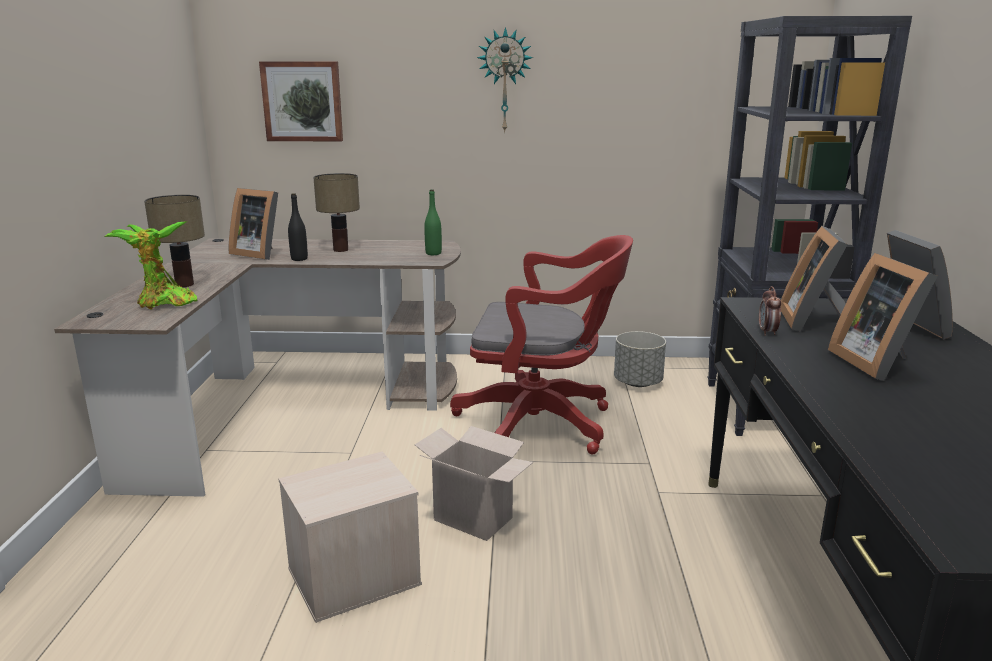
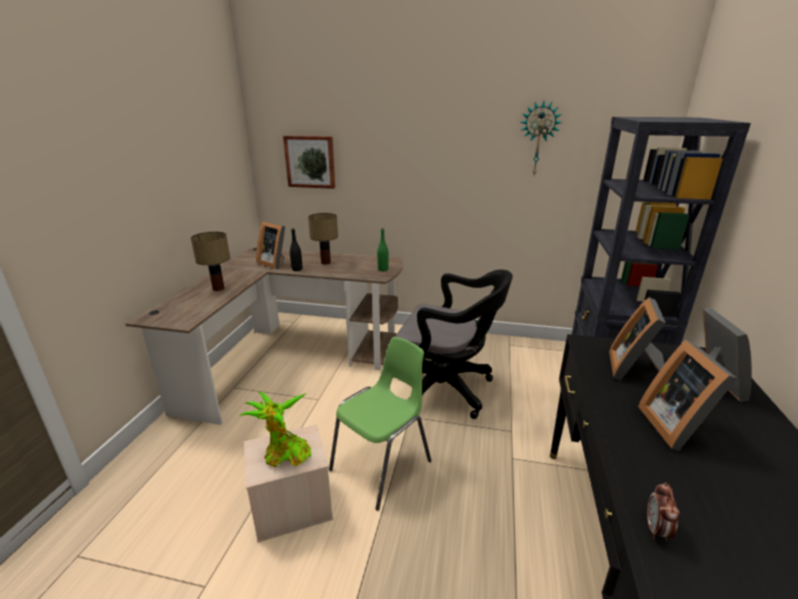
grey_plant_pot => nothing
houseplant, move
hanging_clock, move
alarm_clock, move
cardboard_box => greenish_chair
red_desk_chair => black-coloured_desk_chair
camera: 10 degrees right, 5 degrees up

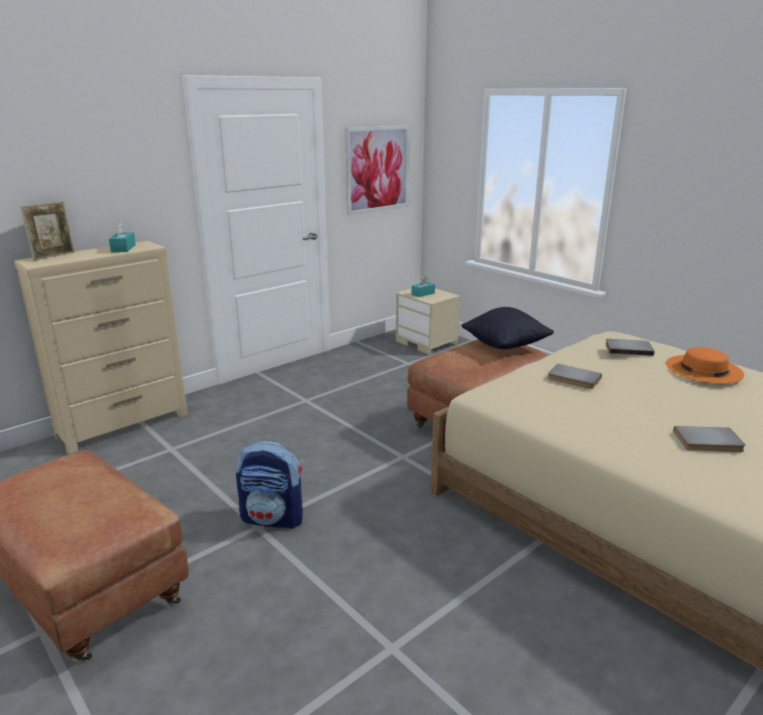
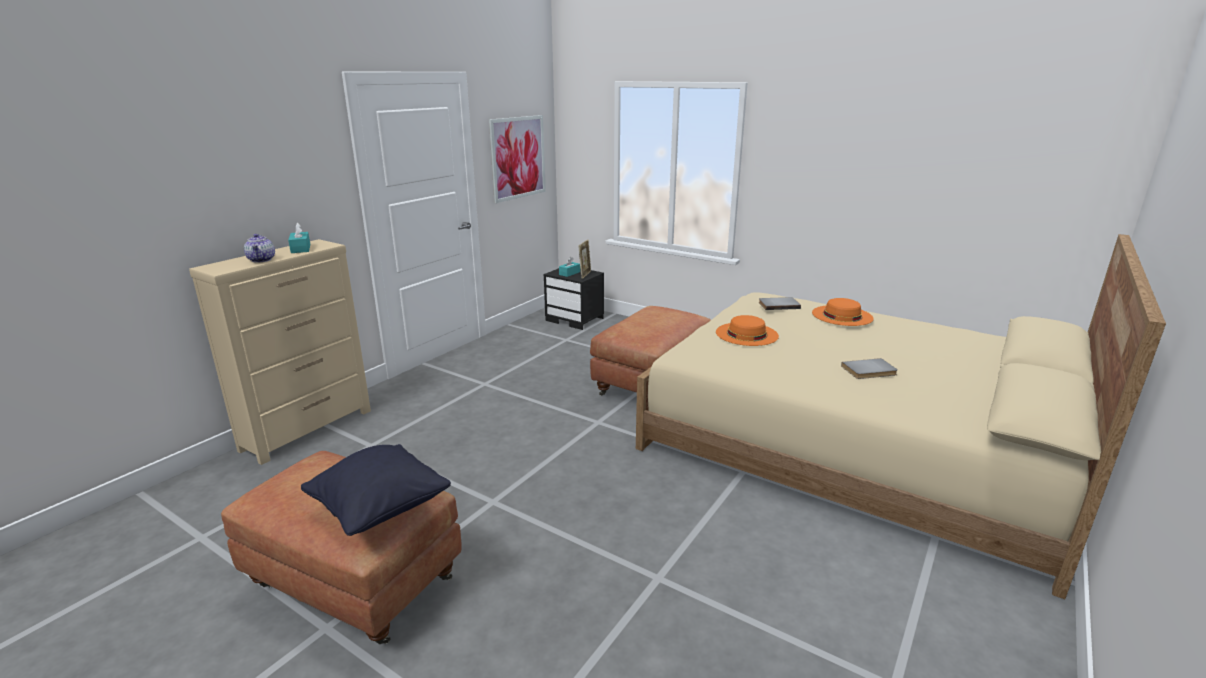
rucksack => nothing
nothing => pot_for_tea
photo_frame, move
black-coloured_throw_pillow, move
grey_bound_book (1st from left) => orangey_clothing_hat (1st from left)
sand-coloured_night_table => black-coloured_night_table
camera: 15 degrees left, 0 degrees up

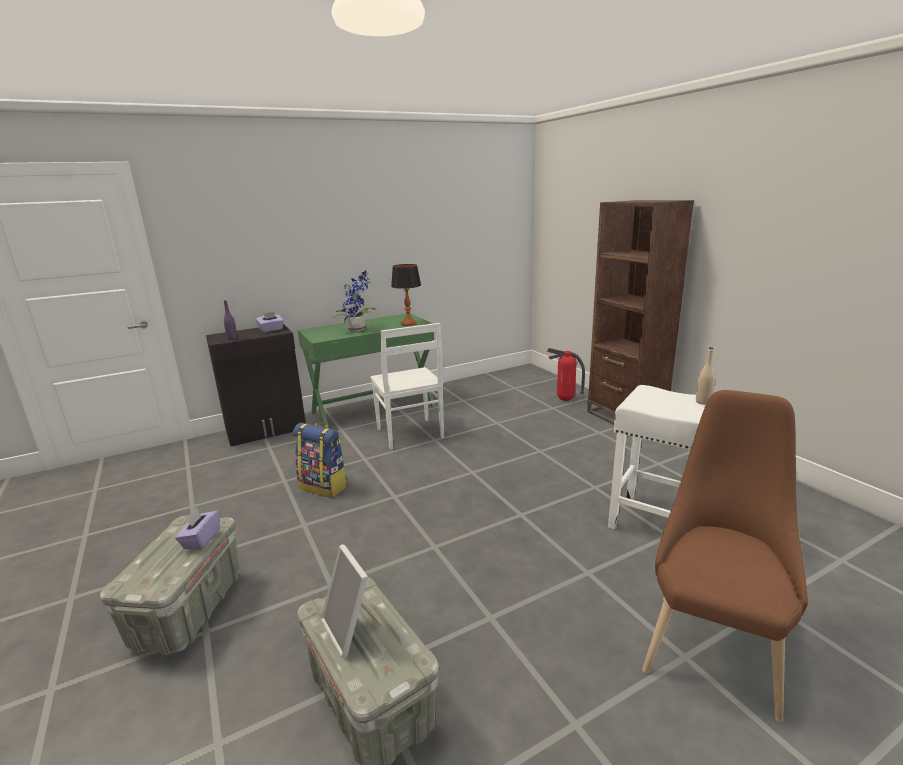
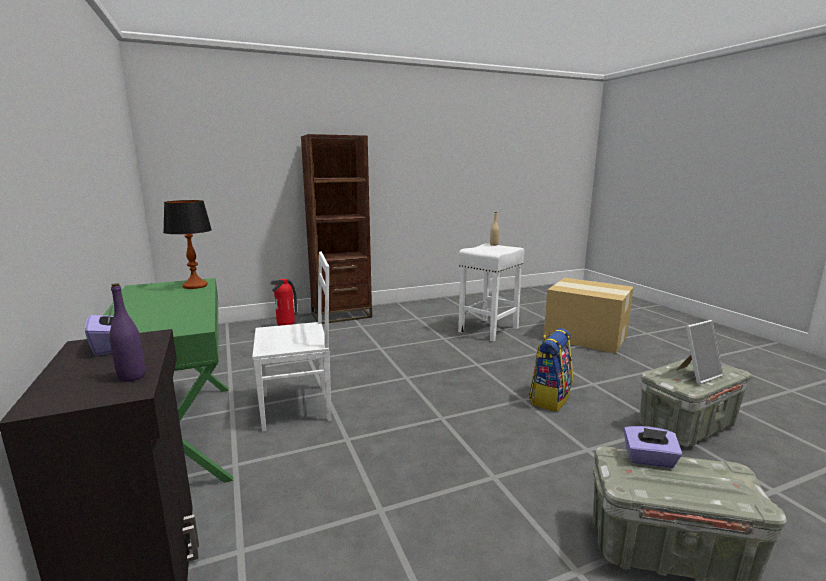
houseplant => nothing
rucksack, move
brown_chair => cardboard_box
camera: 85 degrees left, 5 degrees down

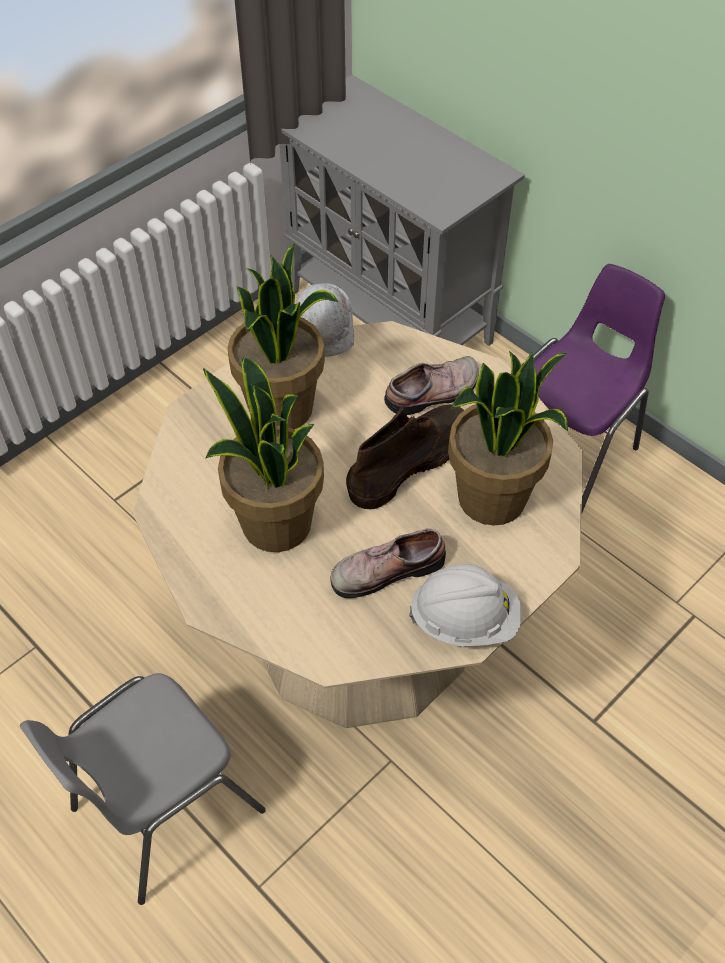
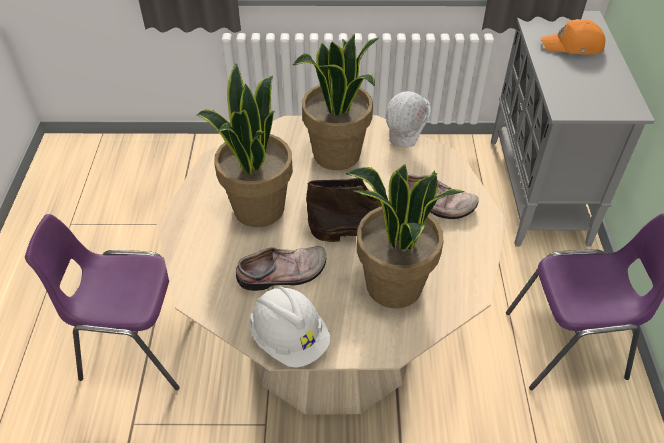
nothing => orangey_peaked_cap
grey_chair => purple-coloured_chair (1st from left)
shoe (1st from left), 135 degrees clockwise
camera: 45 degrees right, 5 degrees down

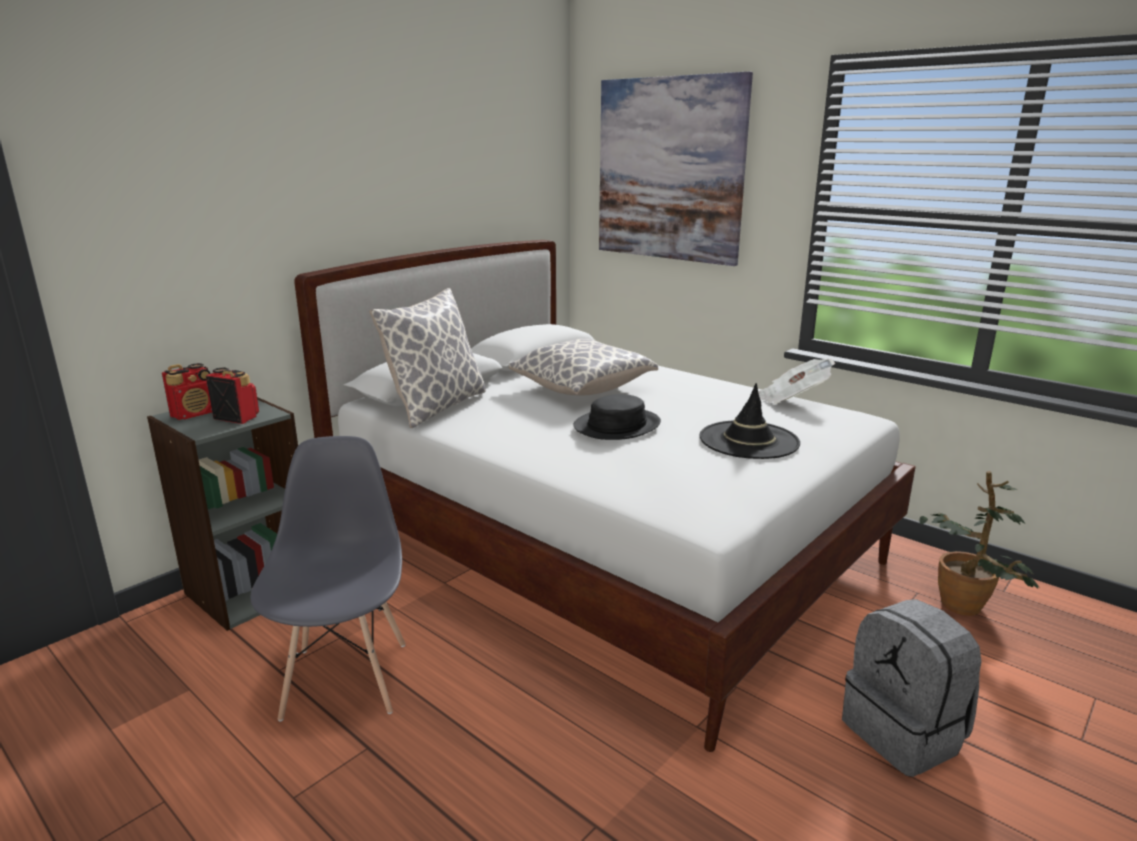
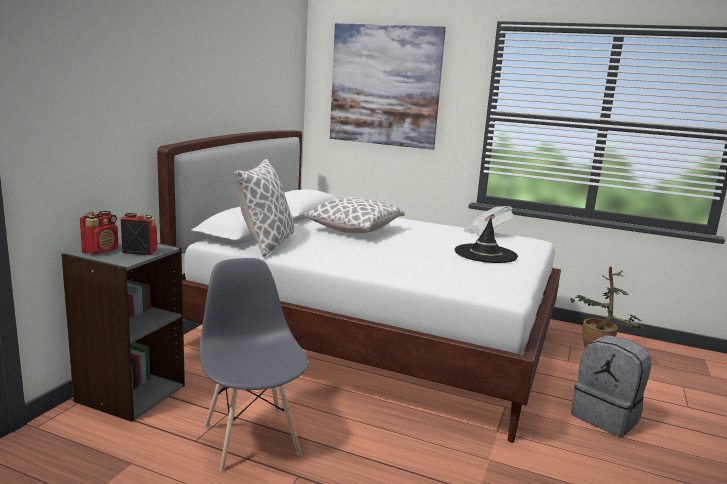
black-coloured_clothing_hat (1st from left) => nothing
camera: 20 degrees left, 5 degrees down

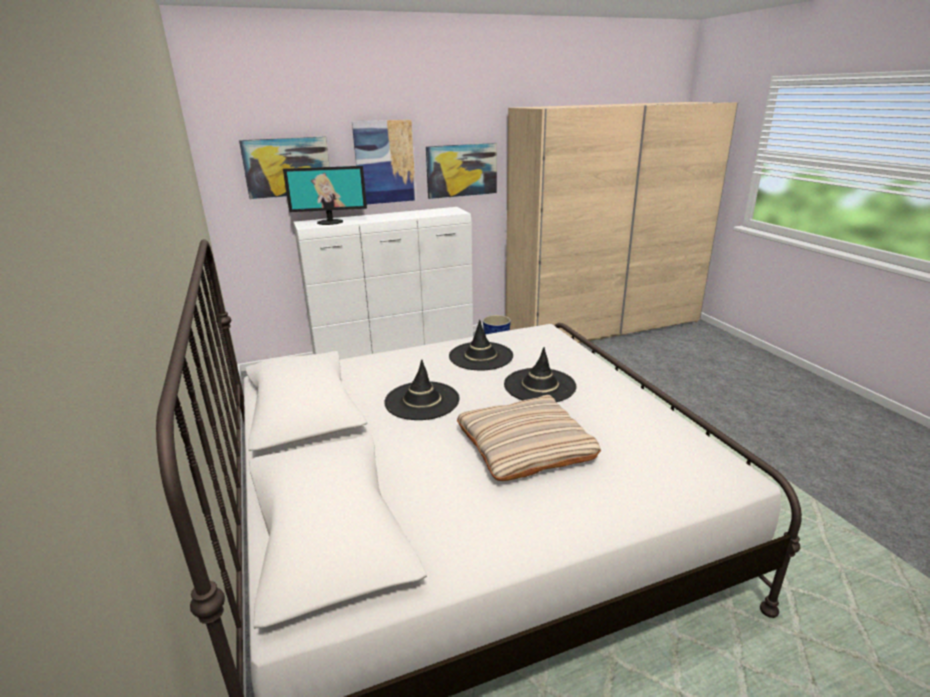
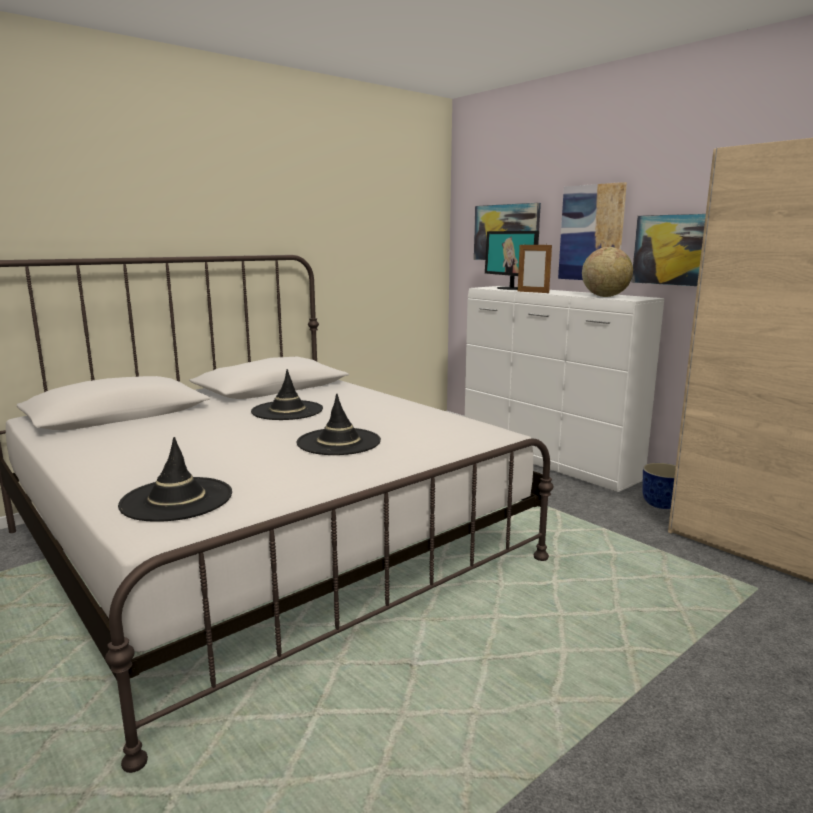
sand-coloured_throw_pillow => nothing
nothing => photo_frame
nothing => desk_globe
black-coloured_clothing_hat (2nd from left in the first image) => black-coloured_clothing_hat (1st from left), move
camera: 70 degrees right, 10 degrees down

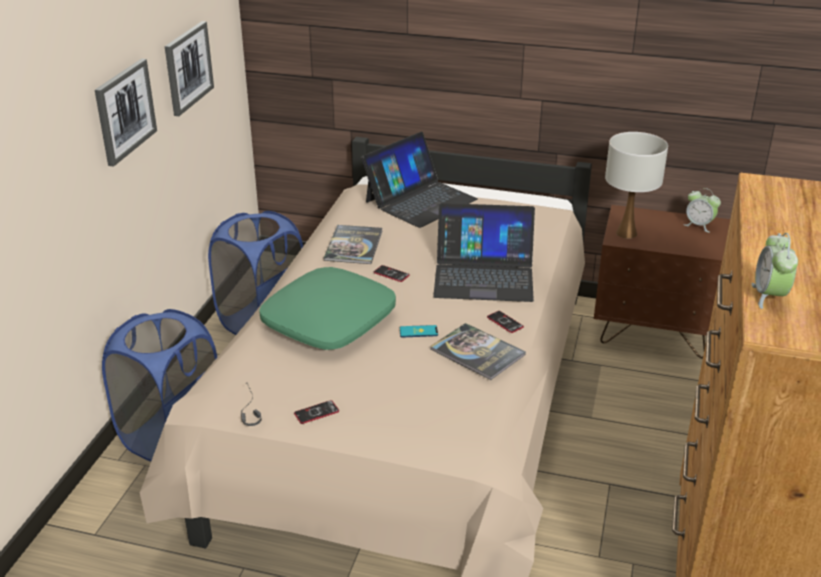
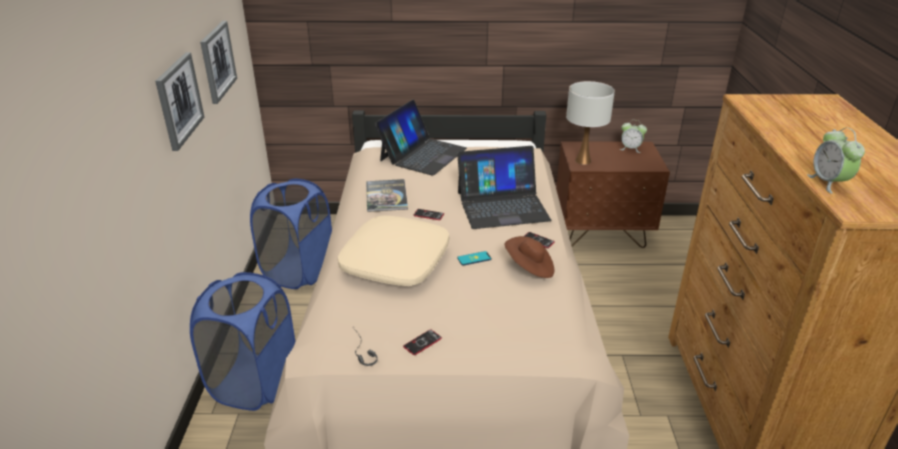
bound_book (2nd from left) => brown_clothing_hat
greenish_throw_pillow => sand-coloured_throw_pillow
camera: 15 degrees left, 0 degrees up

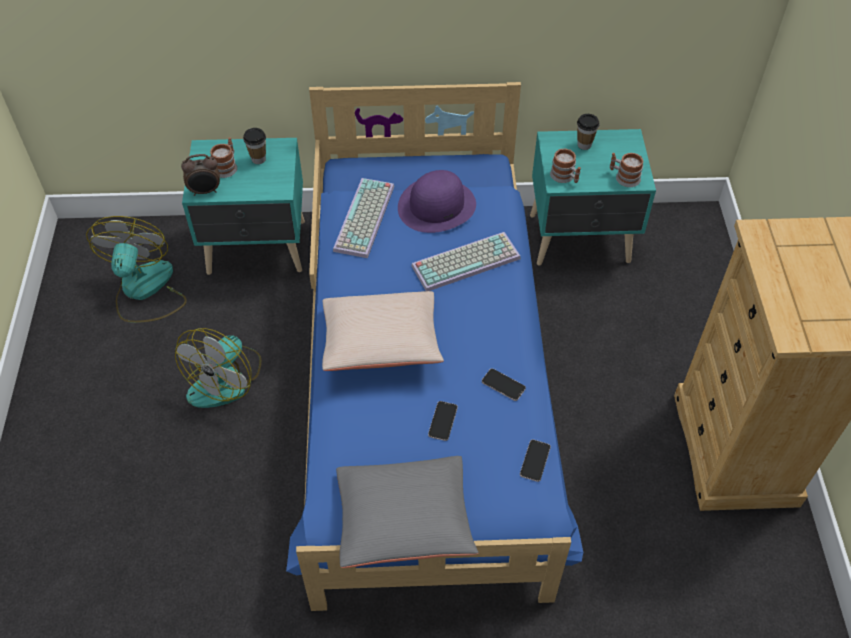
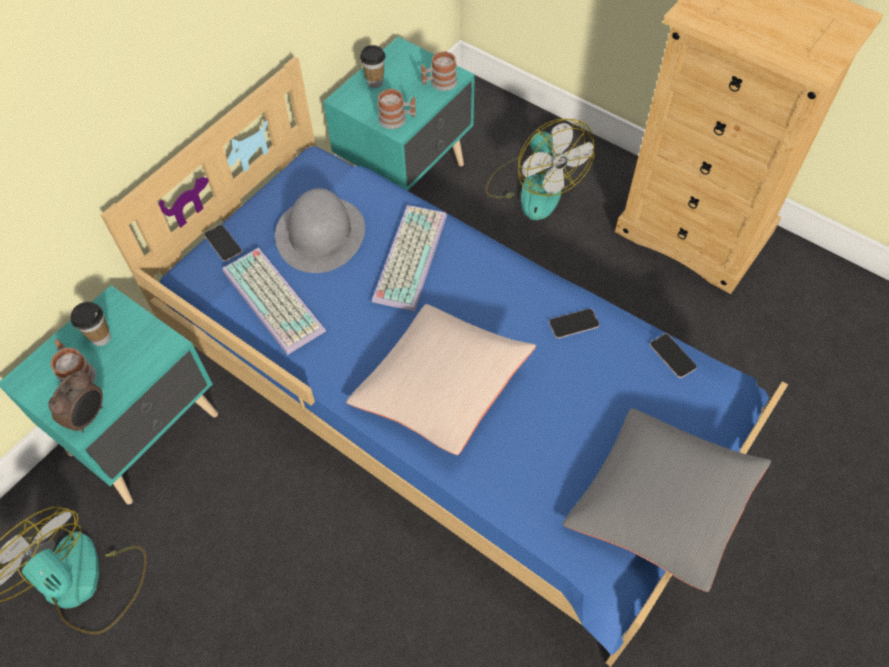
electric_fan (2nd from left), move
telephone (1st from left), move
purple-coloured_clothing_hat => grey_clothing_hat
camera: 50 degrees left, 5 degrees up

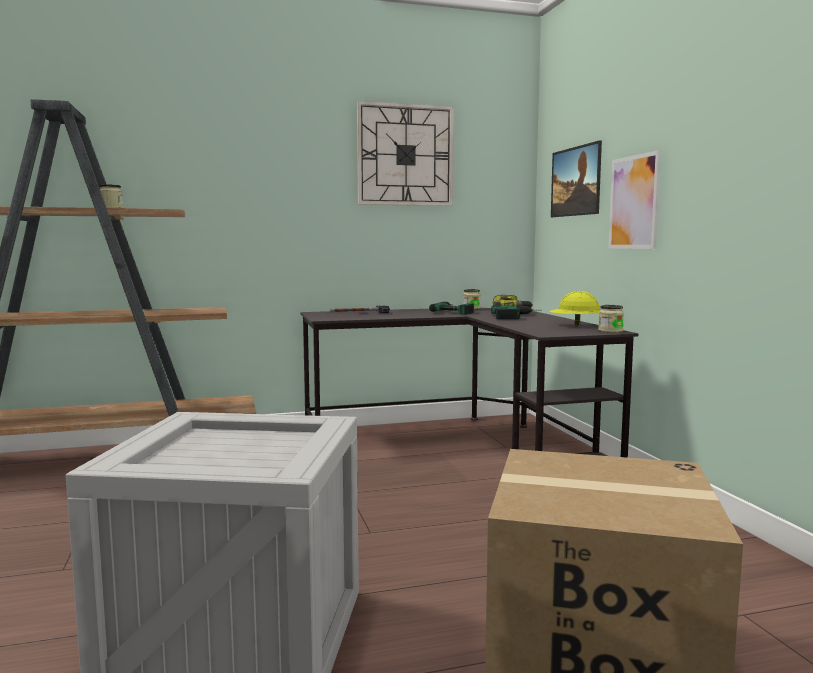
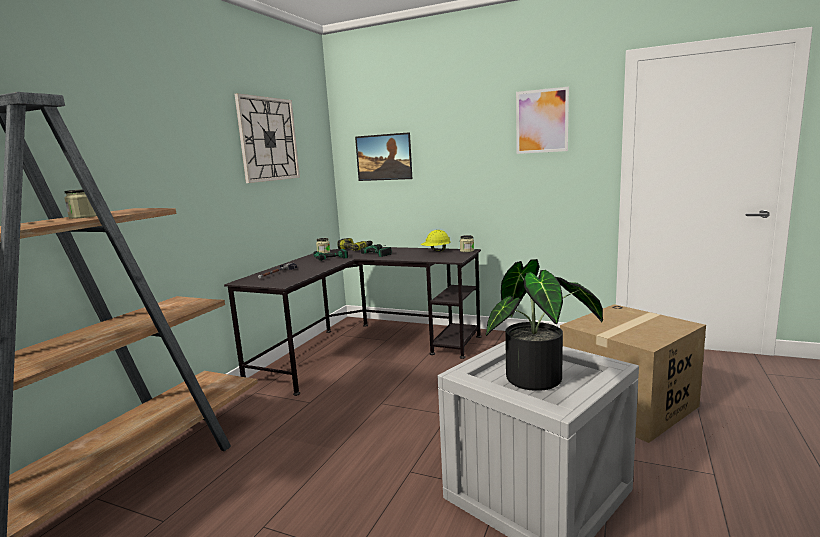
nothing => houseplant
picture (2nd from left), move
camera: 50 degrees left, 5 degrees up

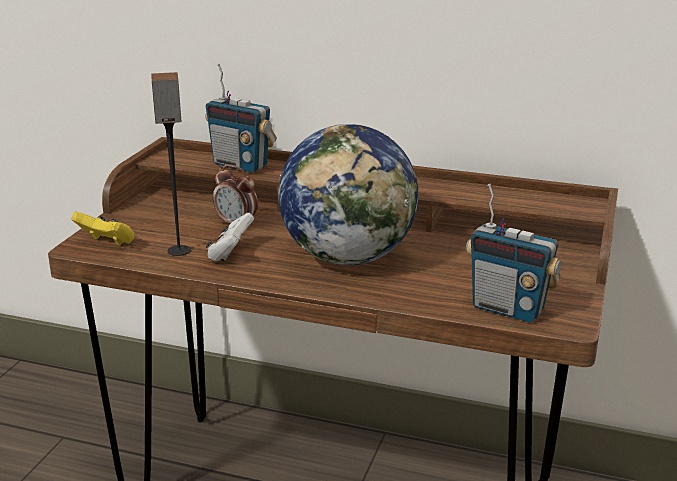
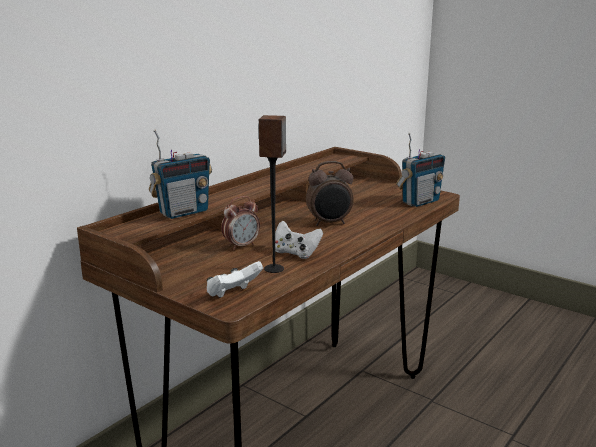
desk_globe => alarm_clock (2nd from left)
yellow_joypad => white-coloured_joypad (1st from left)
camera: 70 degrees left, 5 degrees down

